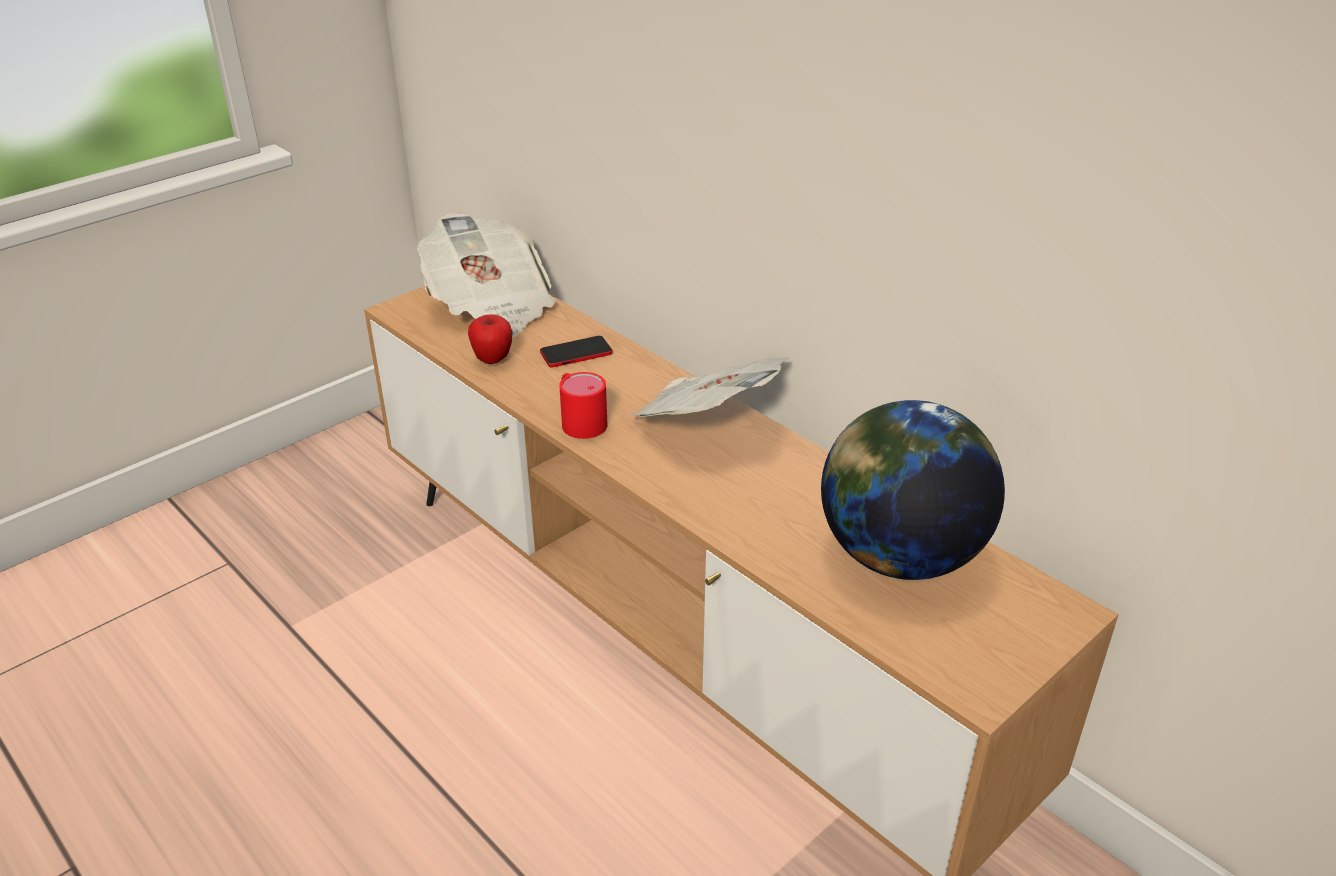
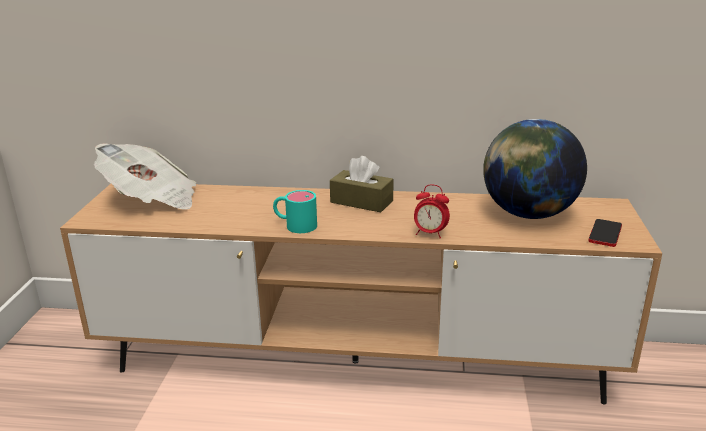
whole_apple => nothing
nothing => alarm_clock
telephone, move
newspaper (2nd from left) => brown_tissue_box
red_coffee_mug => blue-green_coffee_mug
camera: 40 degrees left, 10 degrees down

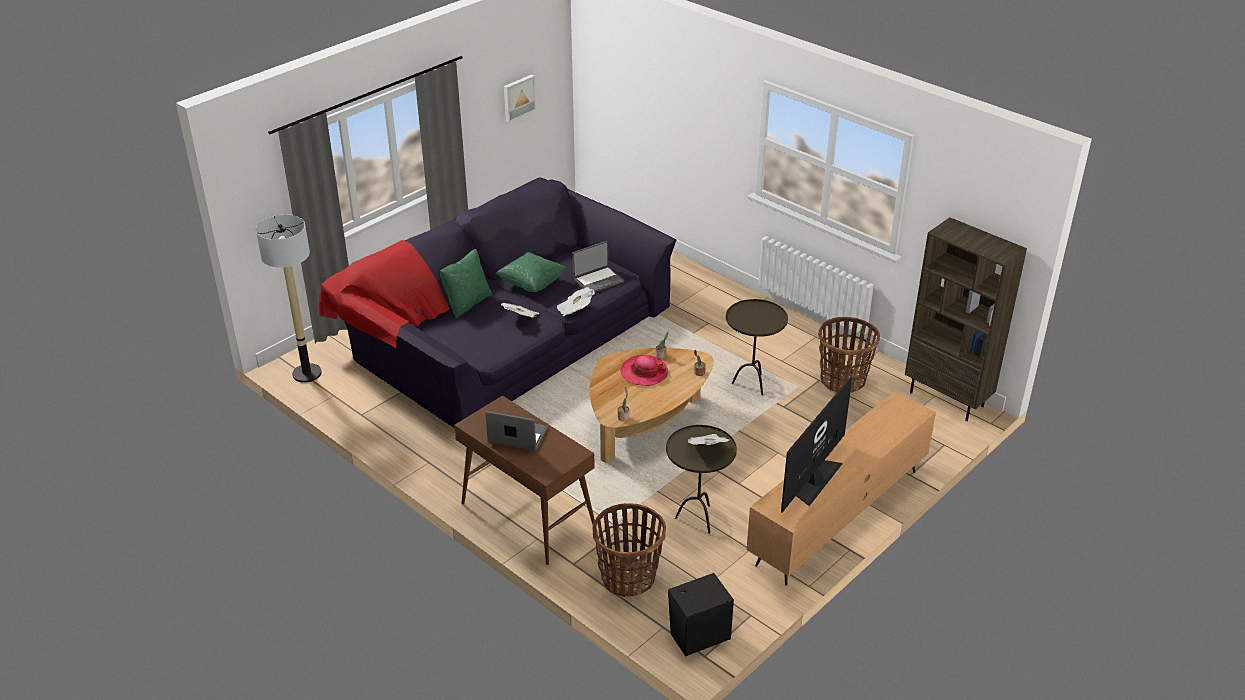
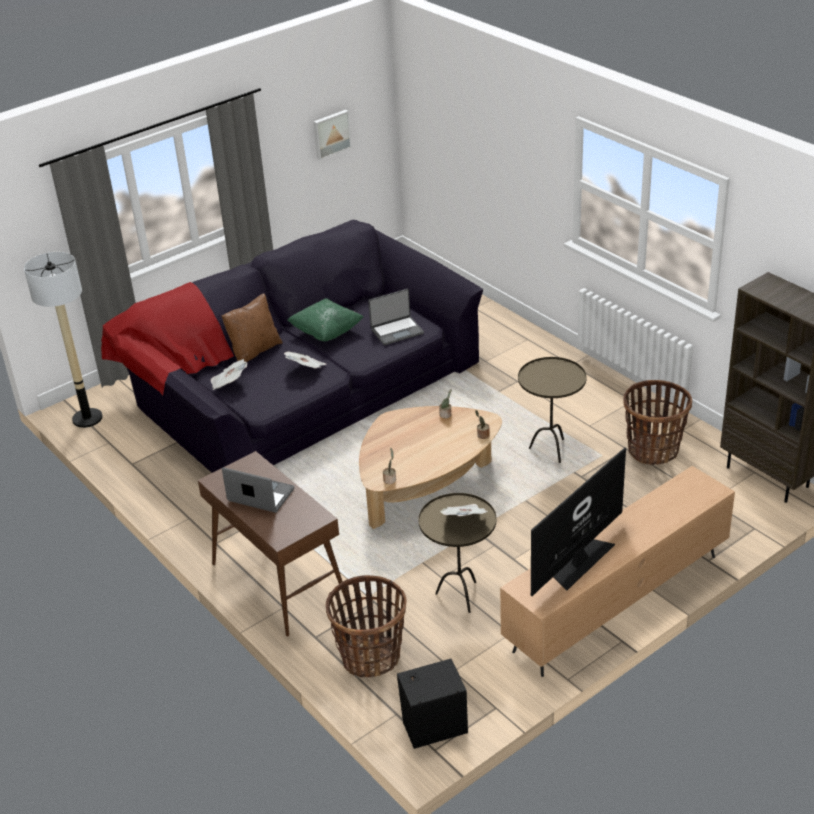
clothing_hat => nothing
newspaper (2nd from left in the first image) => newspaper (1st from left), move
greenish_throw_pillow (1st from left) => brown_throw_pillow
camera: 10 degrees right, 0 degrees up

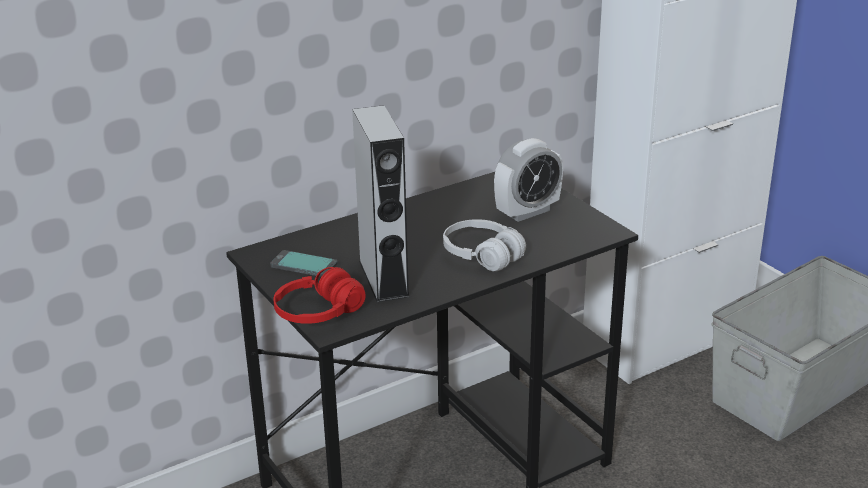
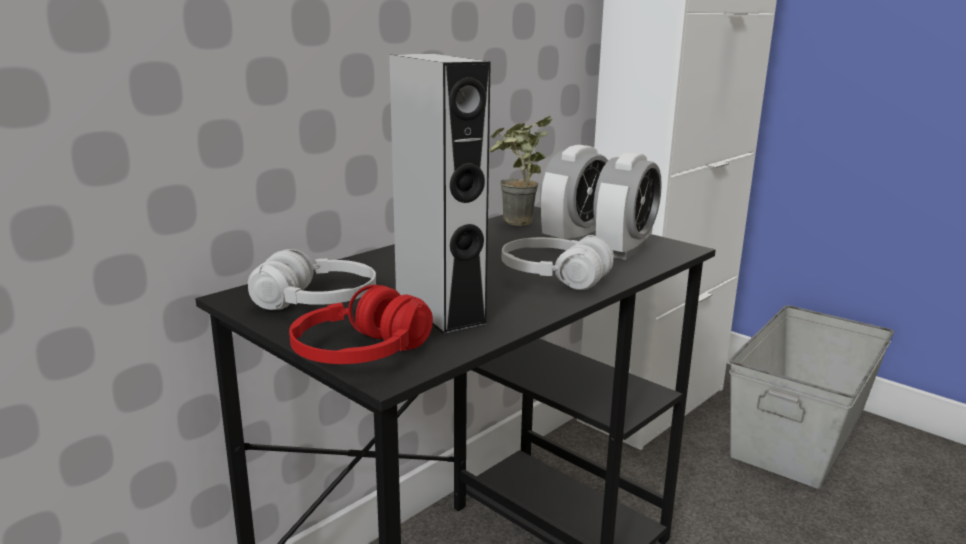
nothing => houseplant
nothing => alarm_clock (2nd from left)
telephone => white-coloured_pair_of_headphones (1st from left)
camera: 15 degrees left, 10 degrees down

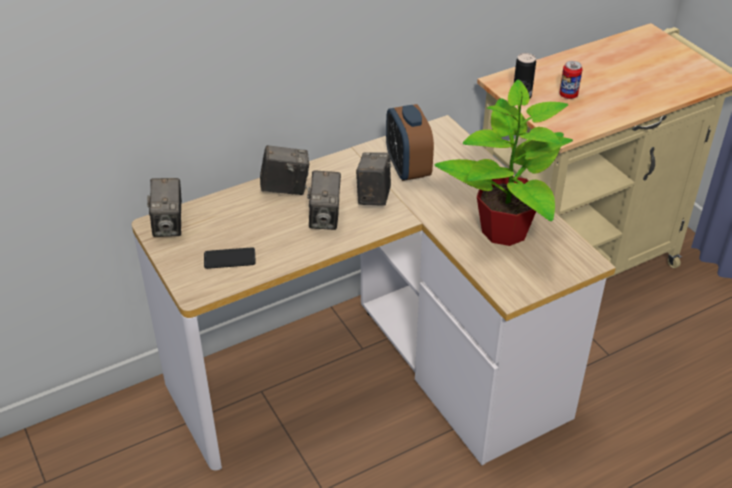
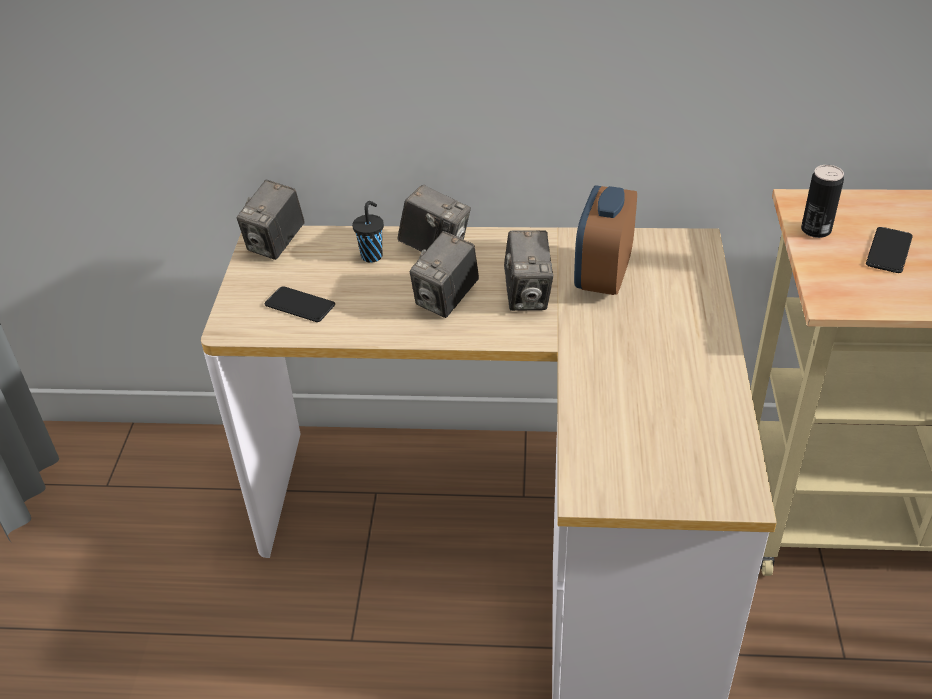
houseplant => nothing
nothing => black-coloured_drinking_cup
sealed_can (2nd from left) => telephone (2nd from left)
still_camera (4th from left), 135 degrees clockwise
camera: 35 degrees right, 0 degrees up

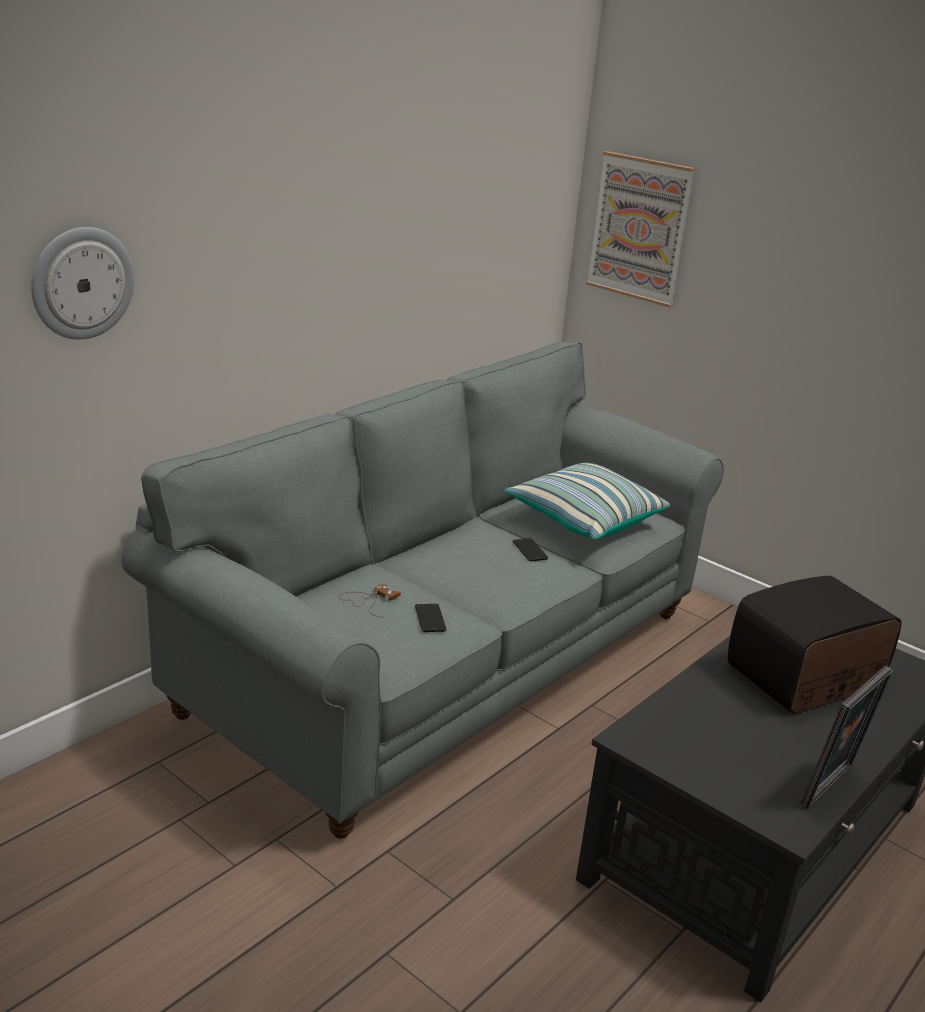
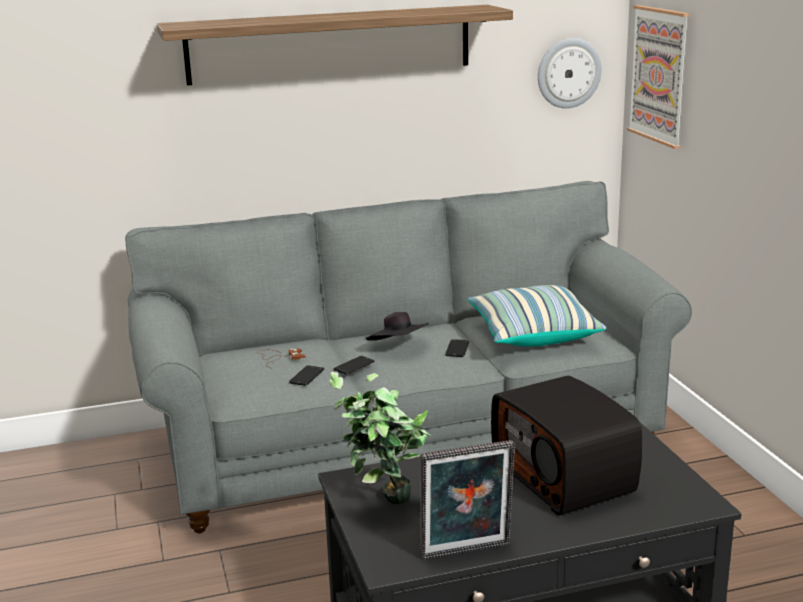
nothing => shelf
nothing => houseplant
nothing => telephone (2nd from left)
nothing => black-coloured_clothing_hat
hanging_clock, move
radio, 120 degrees counterclockwise
camera: 35 degrees right, 5 degrees down

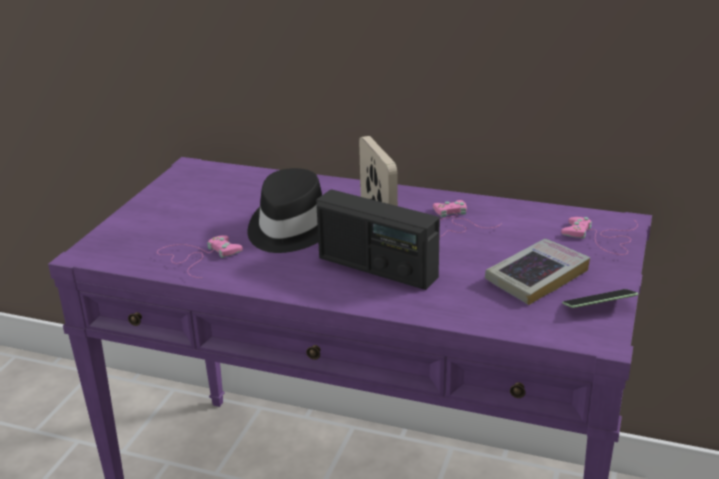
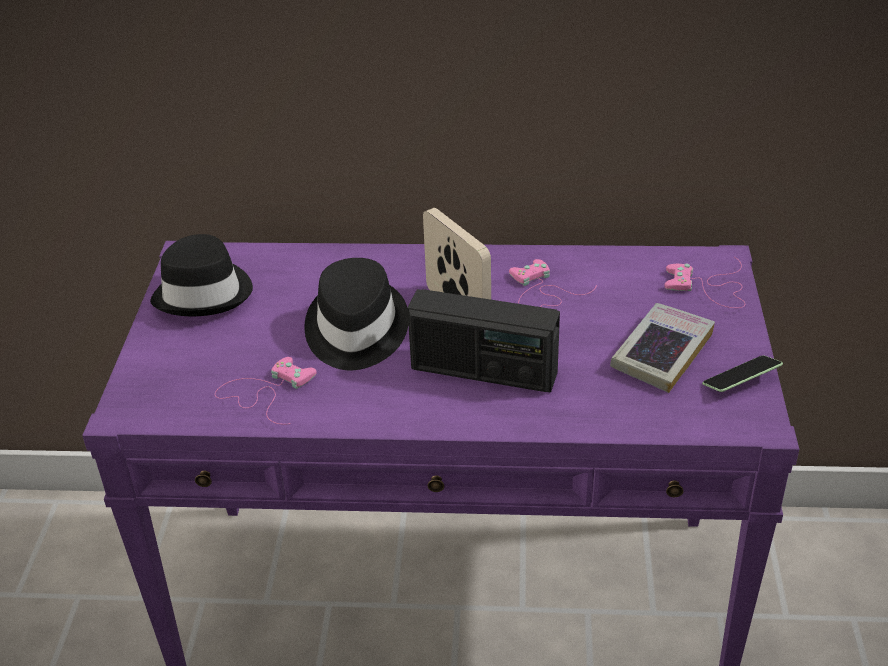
nothing => black-coloured_clothing_hat (1st from left)
camera: 15 degrees left, 10 degrees up

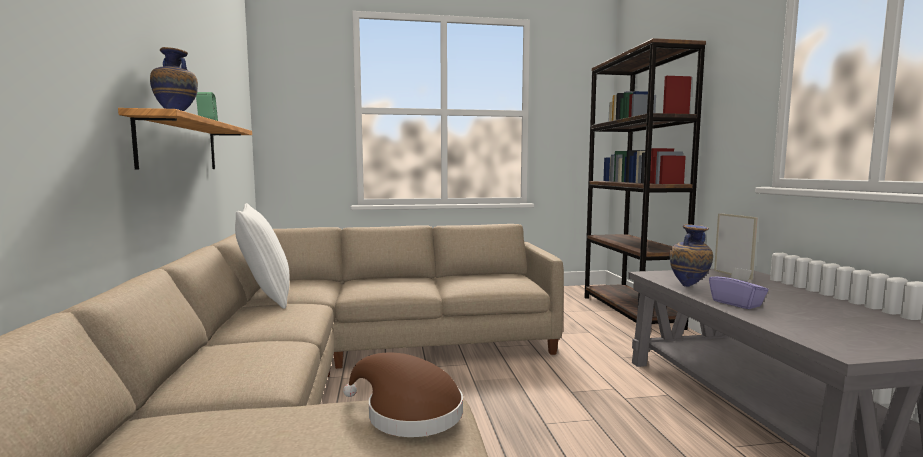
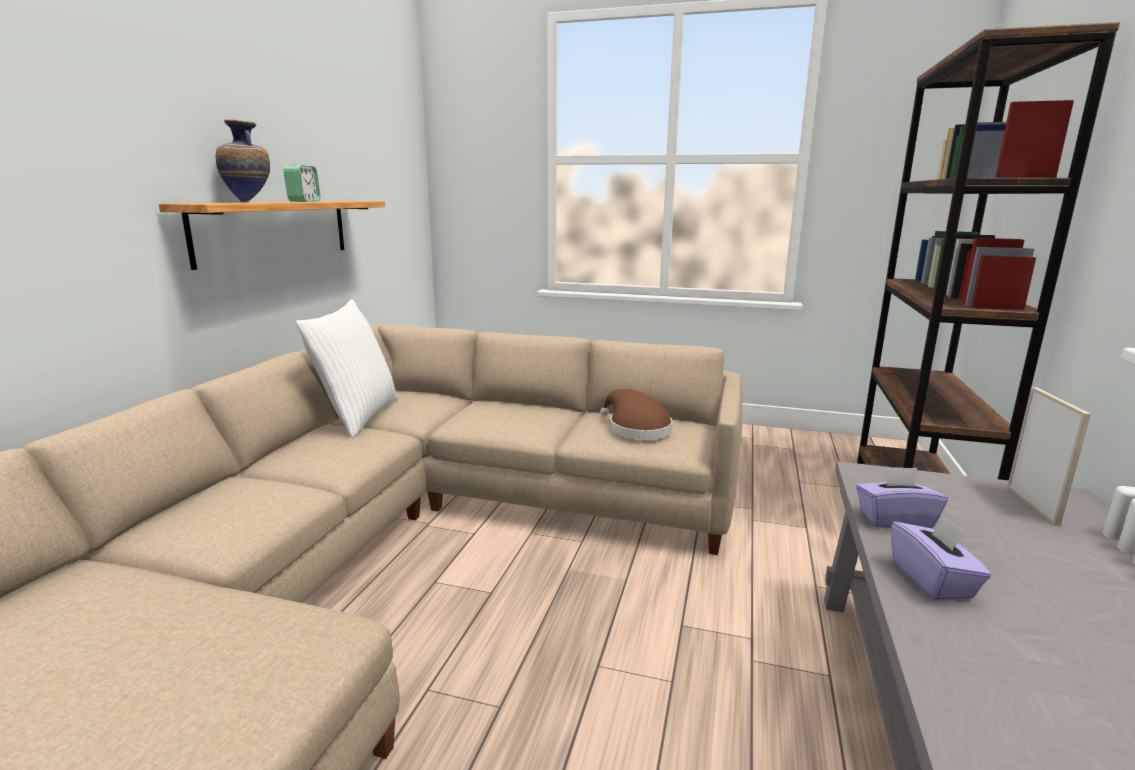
brown_clothing_hat, move
decorative_vase (2nd from left) => purple-coloured_tissue_box (1st from left)
camera: 25 degrees right, 10 degrees up

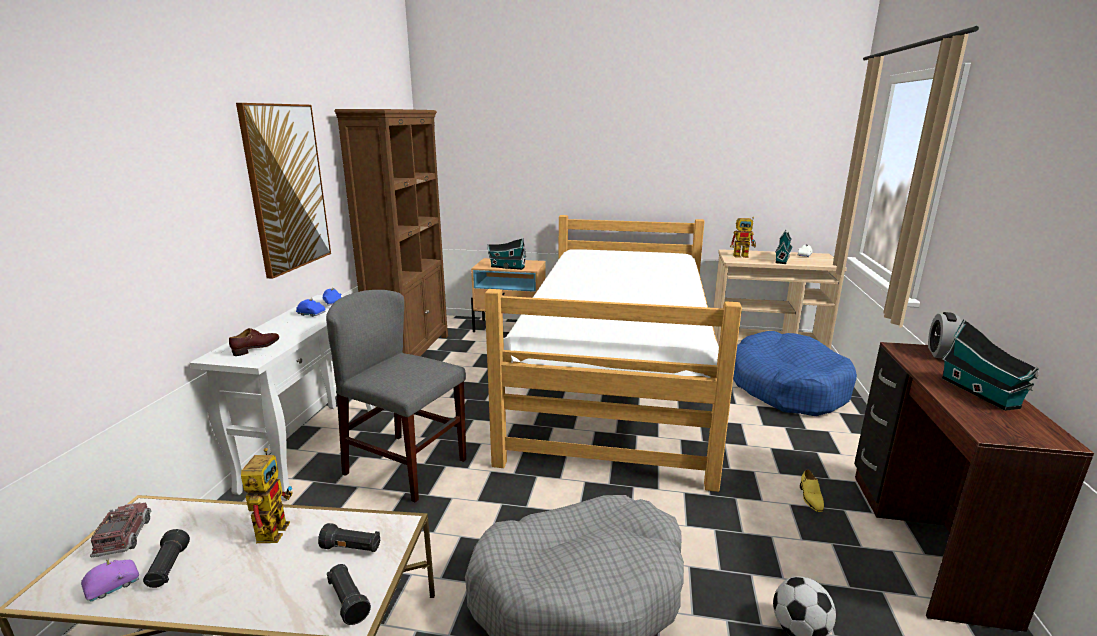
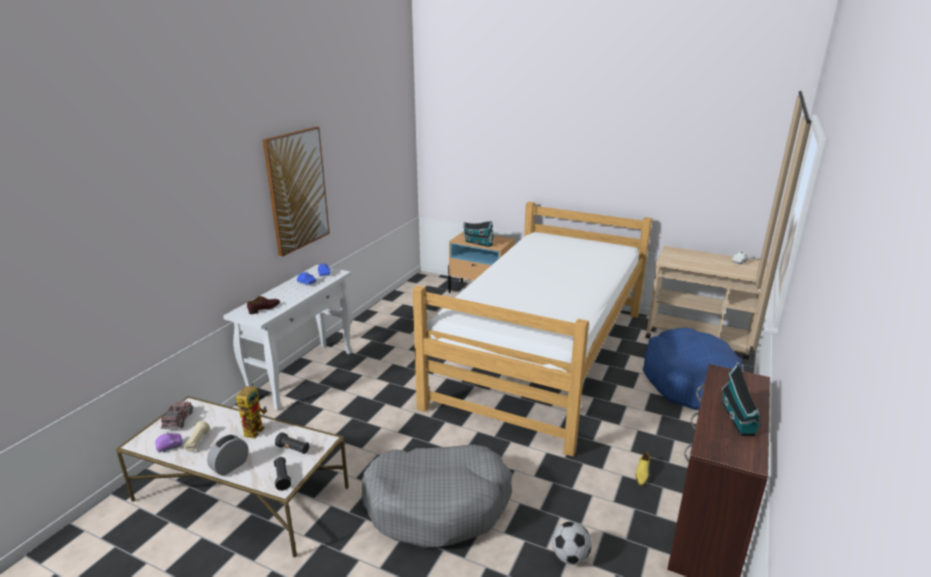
grey_chair => nothing
brown_bookshelf => nothing
model_robot (2nd from left) => nothing
model_house (2nd from left) => nothing
alarm_clock, move
black-coloured_hand_torch (1st from left) => sand-coloured_hand_torch
camera: 15 degrees right, 5 degrees up

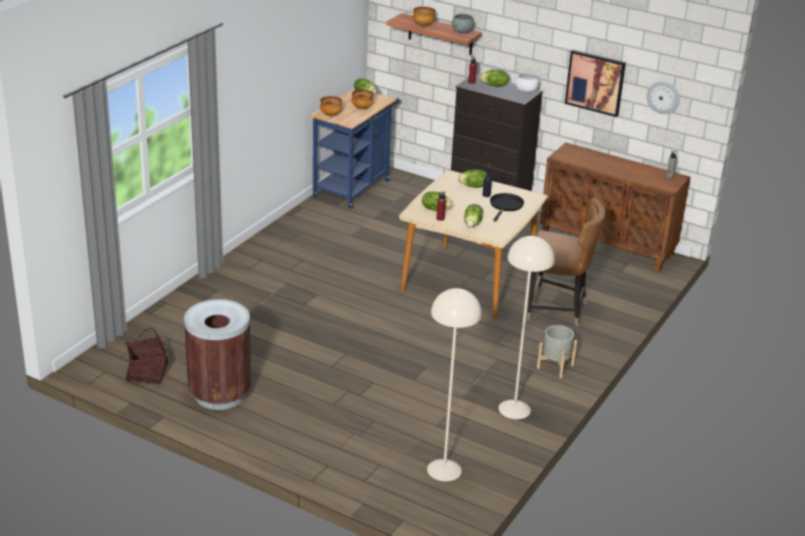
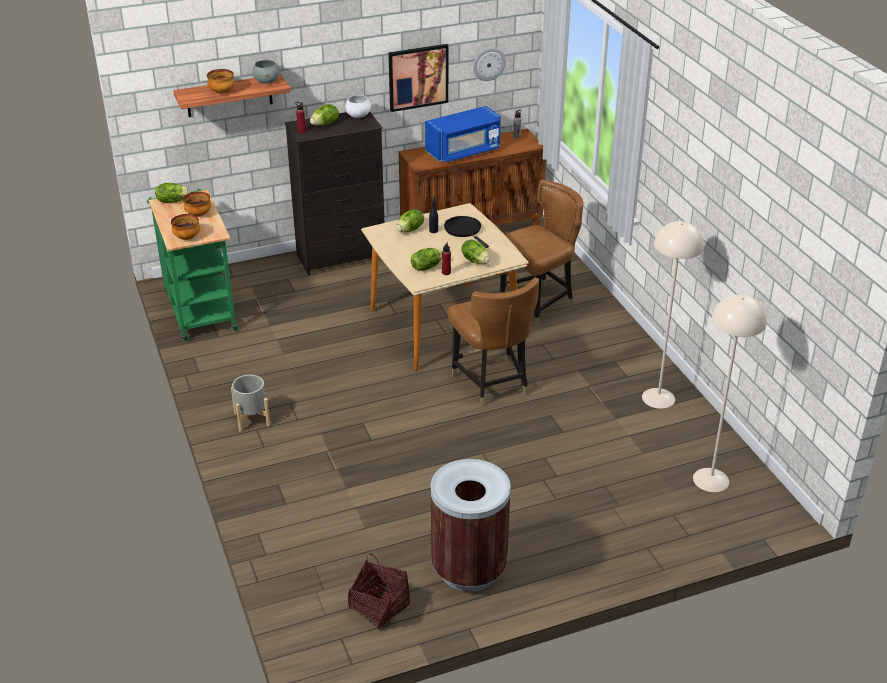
nothing => blue_kitchen_microwave
nothing => brown_chair (1st from left)
grey_plant_pot, move
blue_cart => greenish_cart
camera: 50 degrees left, 5 degrees up

